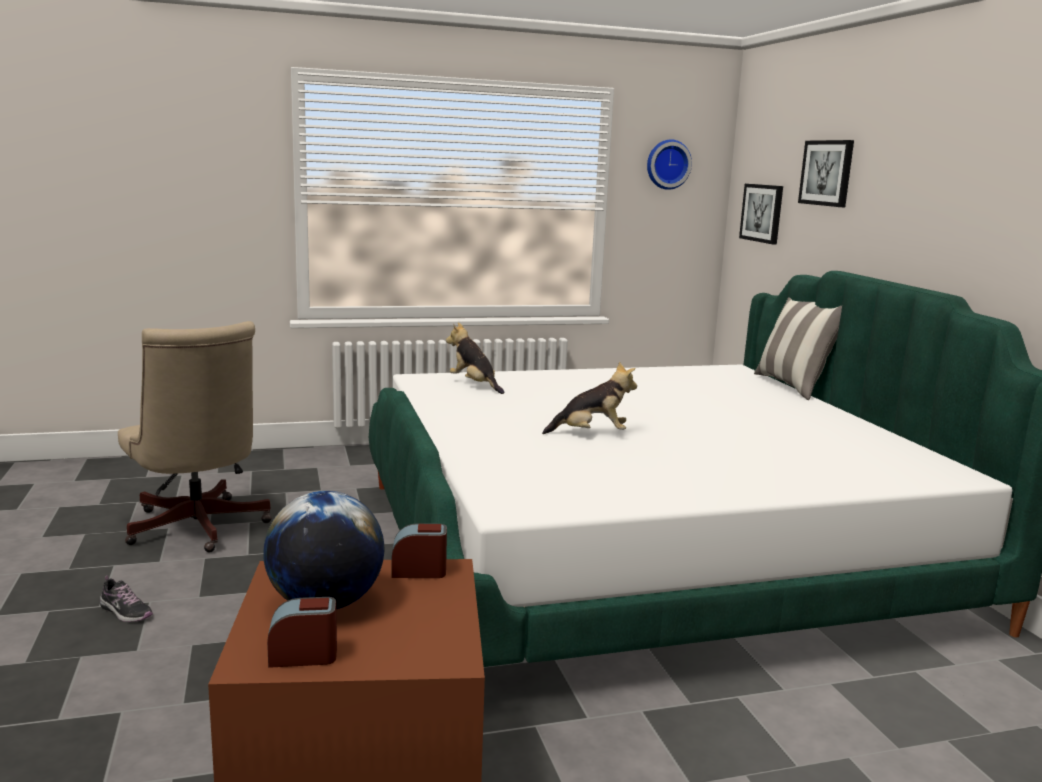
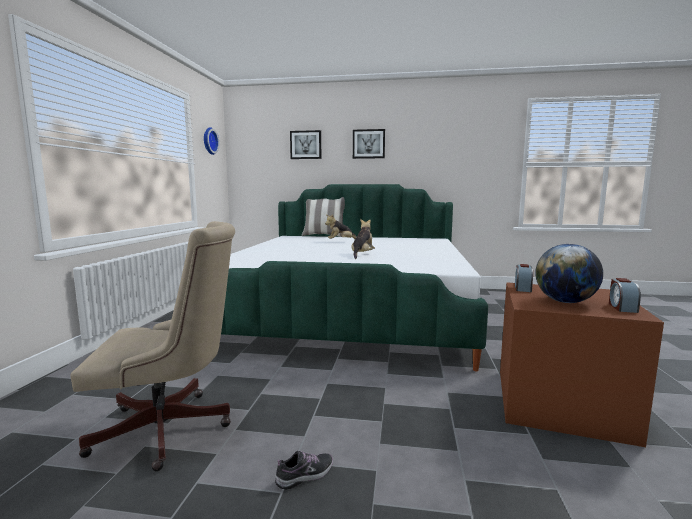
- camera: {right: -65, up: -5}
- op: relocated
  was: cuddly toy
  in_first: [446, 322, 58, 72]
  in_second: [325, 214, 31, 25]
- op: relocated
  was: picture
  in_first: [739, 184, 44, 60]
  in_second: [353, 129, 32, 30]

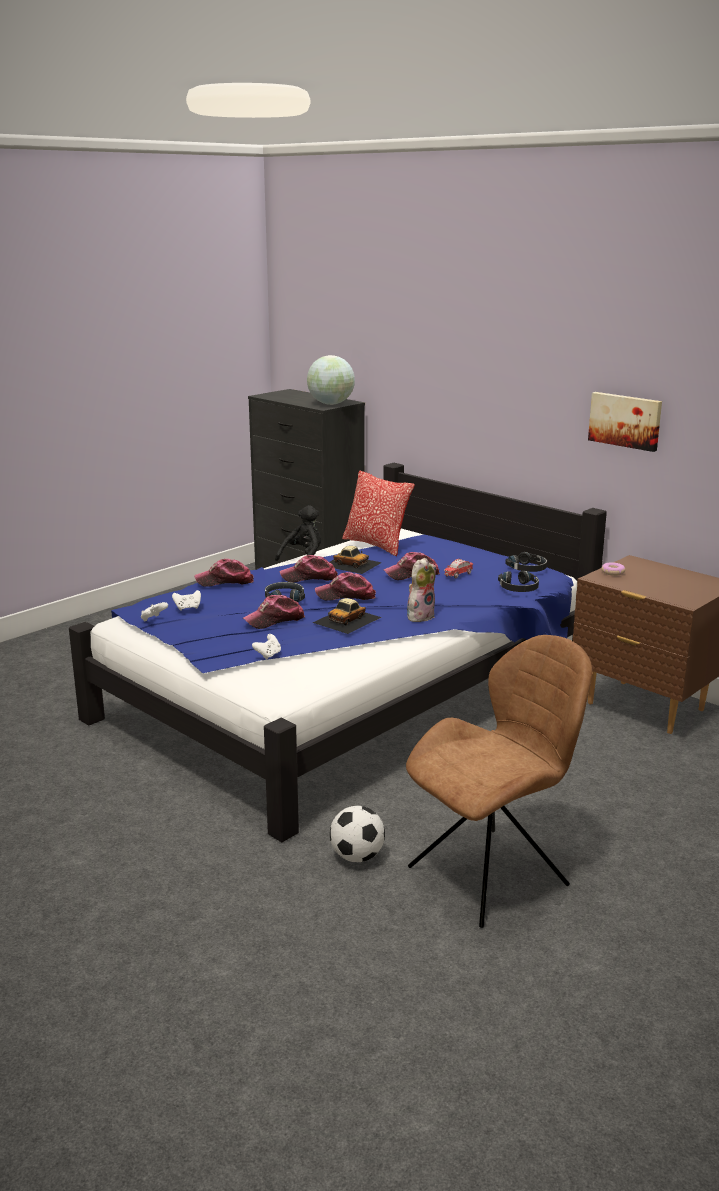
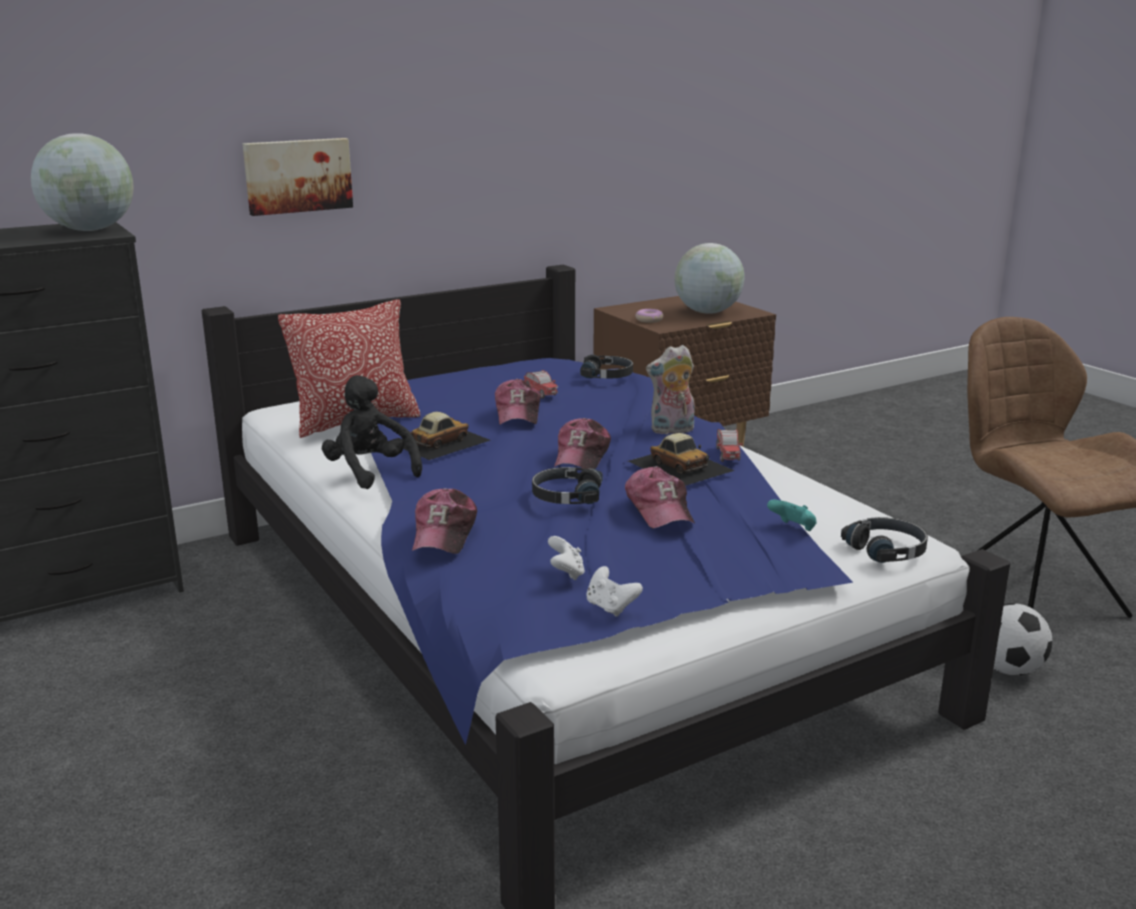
- camera: {right: -75, up: 0}
- op: relocated
  was: picture
  in_first: [588, 392, 74, 60]
  in_second: [243, 138, 110, 78]
- op: spun
  was: cuddly toy
  in_first: [407, 558, 29, 64]
  in_second: [646, 345, 49, 90]
  clockwise: -75
- op: appeared
  now: world globe
  in_second: [674, 243, 71, 71]
- op: appeared
  now: miniature car
  in_second: [716, 429, 27, 33]
- op: colour
  was: white game controller
  now: turquoise game controller
  in_first: [252, 634, 29, 26]
  in_second: [767, 500, 50, 31]
- op: relocated
  was: black headset
  in_first: [505, 552, 42, 20]
  in_second: [841, 517, 87, 46]
- op: missing
  was: baseball cap
  in_first: [280, 555, 58, 27]

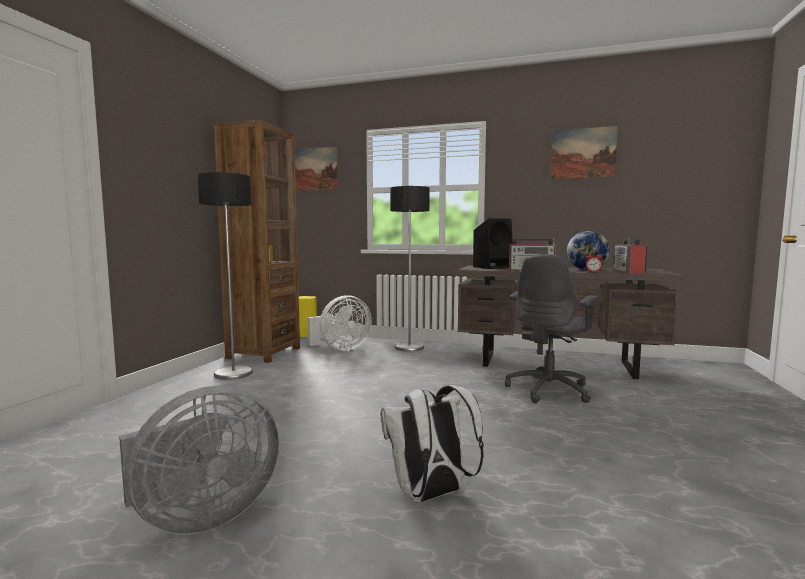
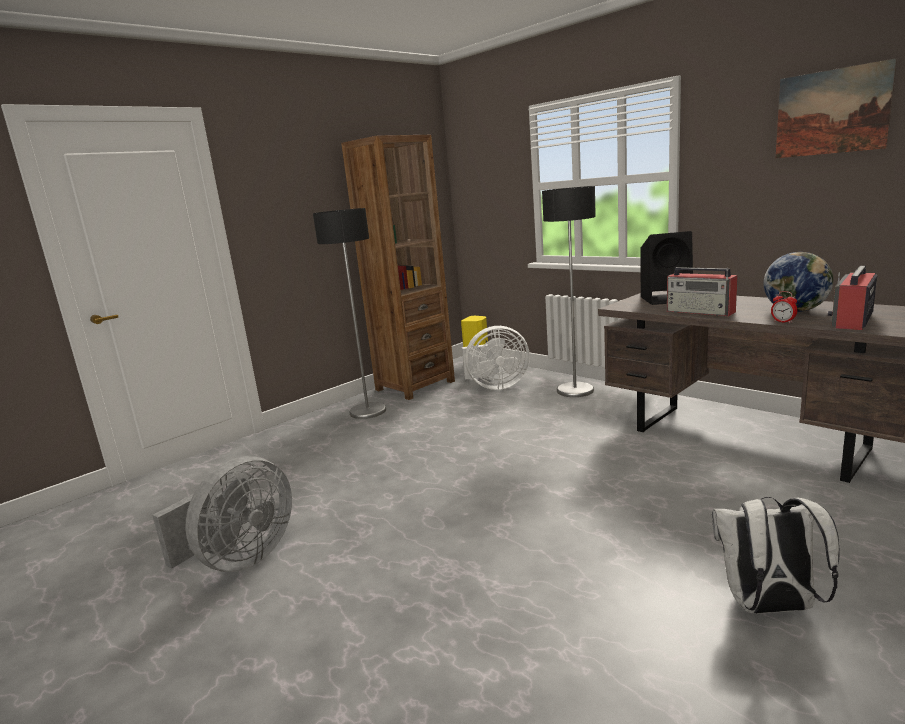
- camera: {right: 30, up: 10}
- op: spun
  was: greyish fan
  in_first: [119, 386, 161, 149]
  in_second: [152, 456, 140, 116]
  clockwise: -45
- op: relocated
  was: white rucksack
  in_first: [381, 385, 103, 118]
  in_second: [712, 497, 127, 117]
- op: missing
  was: picture
  in_first: [295, 147, 43, 43]
- op: missing
  was: greyish computer chair
  in_first: [505, 254, 95, 149]

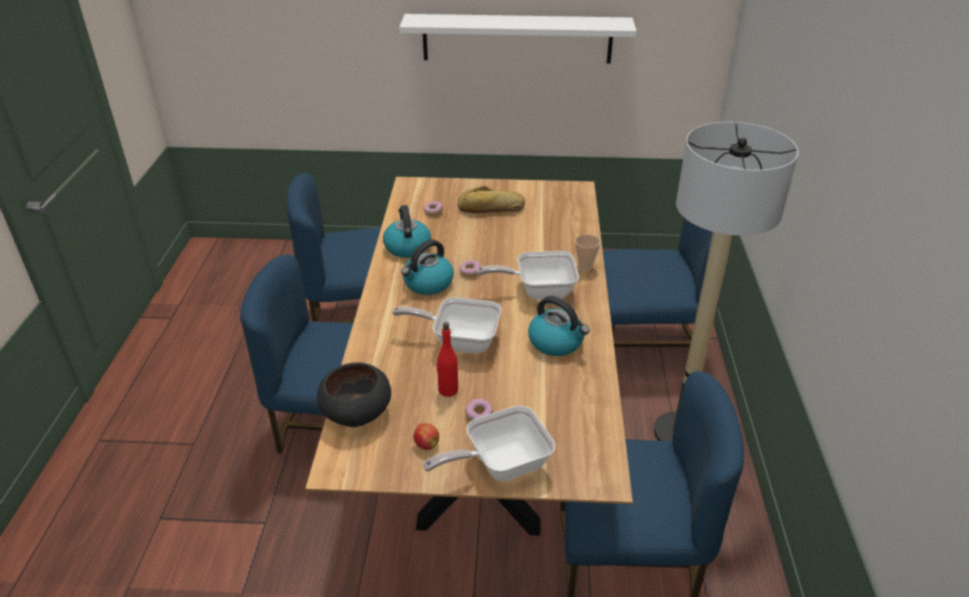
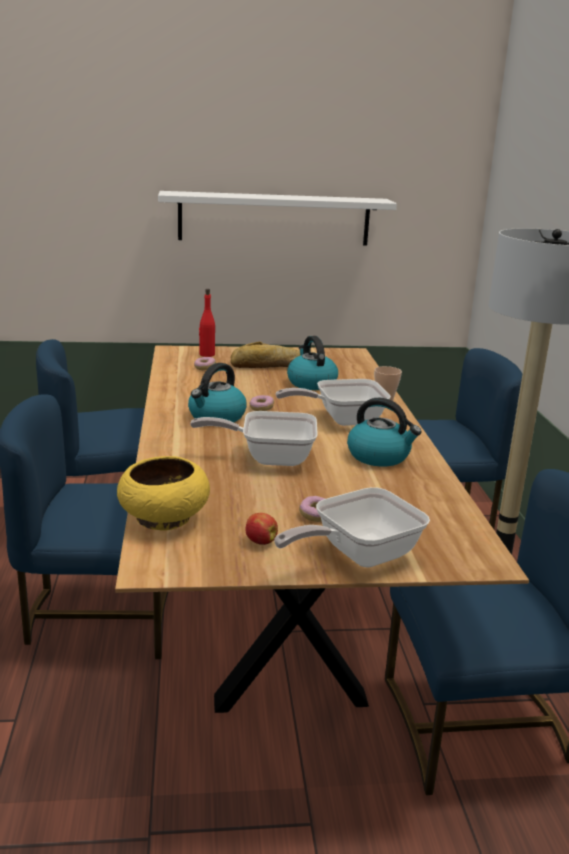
- camera: {right: -10, up: -15}
- op: colour
  was: black bowl
  now: yellow bowl
  in_first: [317, 362, 74, 65]
  in_second: [117, 456, 93, 75]
- op: relocated
  was: red beverage bottle
  in_first: [437, 322, 21, 75]
  in_second: [199, 289, 16, 68]
- op: relocated
  was: tea kettle
  in_first: [383, 205, 48, 53]
  in_second: [287, 336, 51, 54]

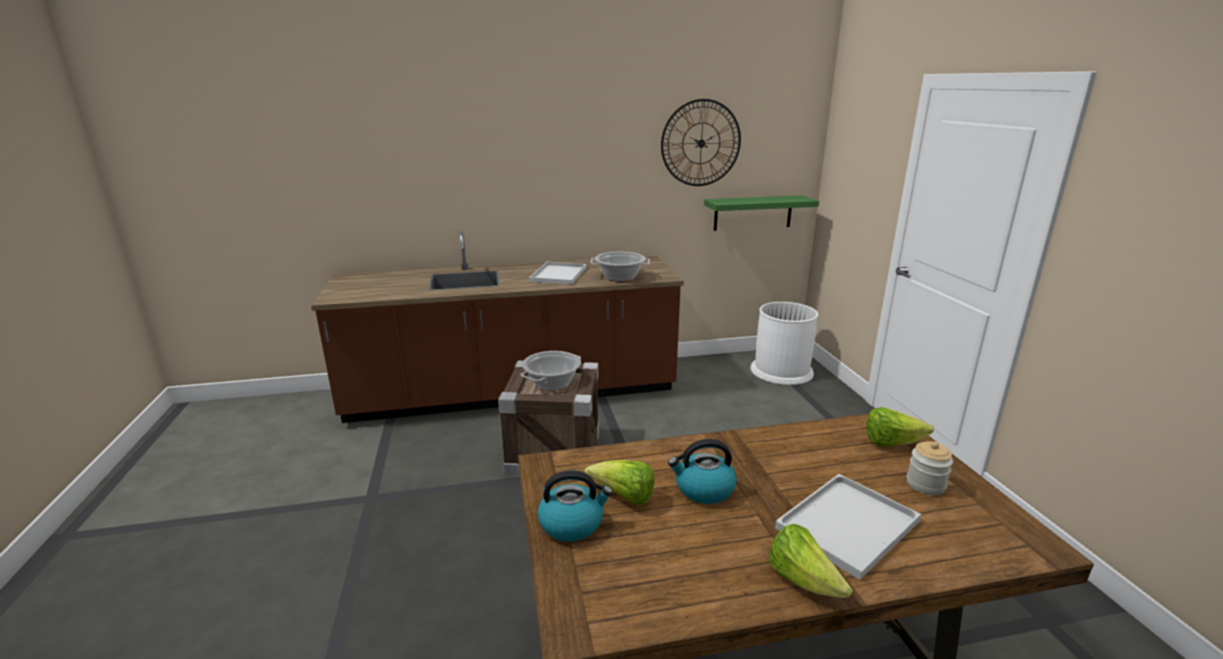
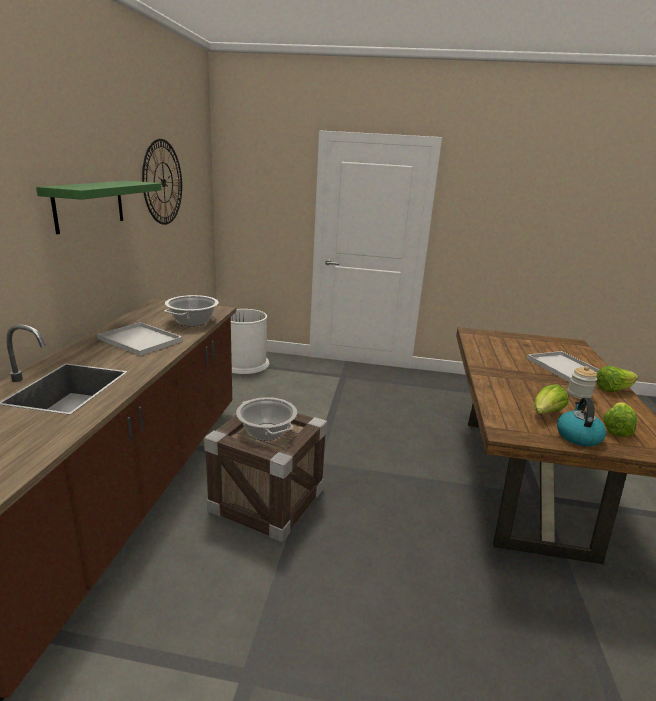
- camera: {right: -70, up: 0}
- op: relocated
  was: green wall shelf
  in_first: [704, 195, 115, 36]
  in_second: [36, 181, 126, 53]
- op: relocated
  was: jar
  in_first: [907, 441, 46, 54]
  in_second: [567, 366, 30, 33]
- op: relocated
  was: lettuce
  in_first: [867, 407, 67, 40]
  in_second: [603, 402, 34, 35]
- op: missing
  was: tea kettle
  in_first: [668, 439, 69, 65]

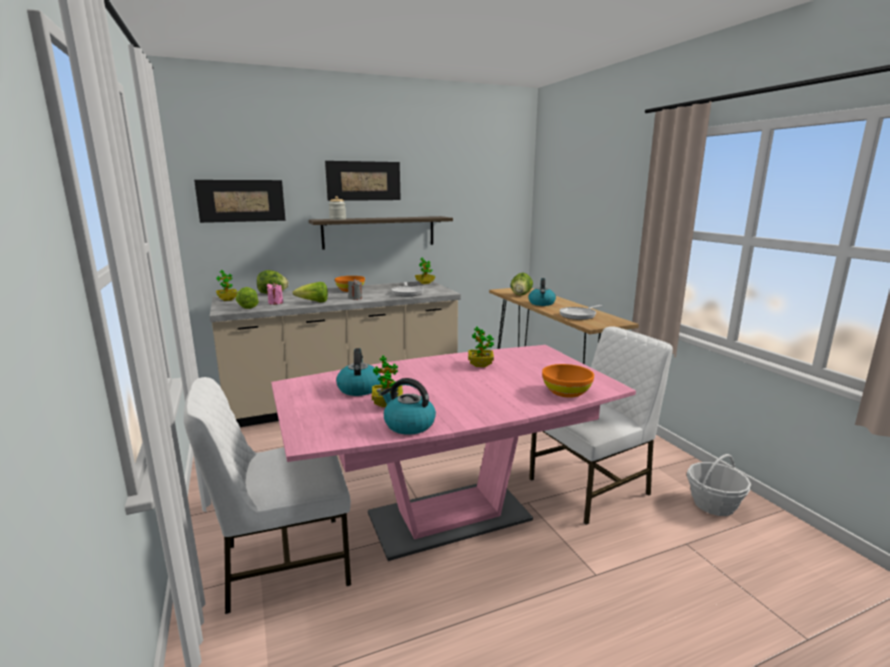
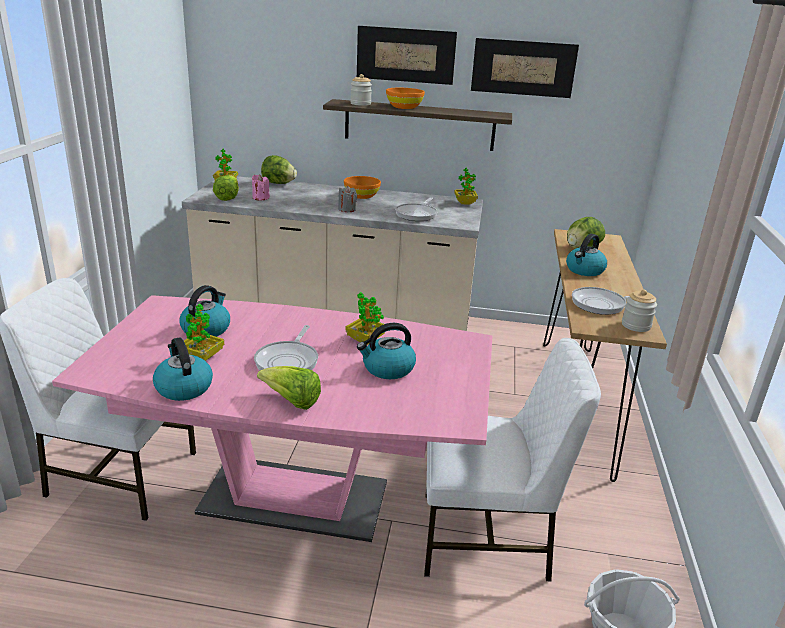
- camera: {right: 30, up: 10}
- op: appeared
  now: frying pan
  in_second: [254, 325, 64, 46]
- op: relocated
  was: lettuce
  in_first: [293, 282, 35, 20]
  in_second: [257, 366, 64, 44]
- op: appeared
  now: tea kettle
  in_second: [357, 323, 59, 56]
- op: relocated
  was: orangey bowl
  in_first: [542, 364, 52, 34]
  in_second: [386, 88, 39, 21]
- op: relocated
  was: picture
  in_first: [194, 180, 92, 43]
  in_second: [471, 38, 108, 60]
- op: appeared
  now: jar
  in_second: [622, 290, 35, 42]

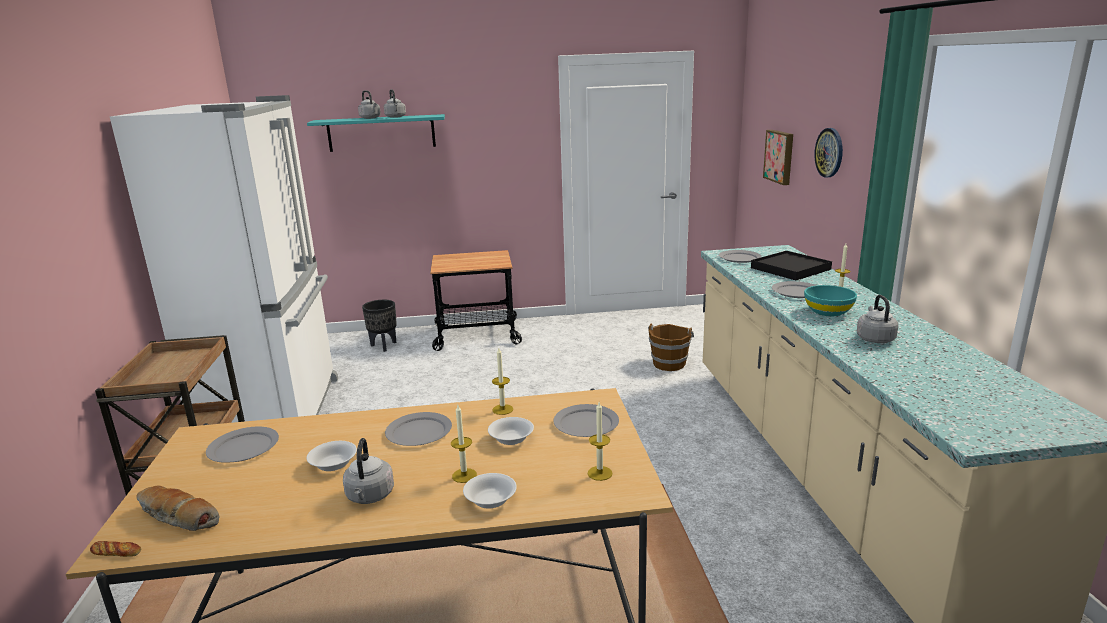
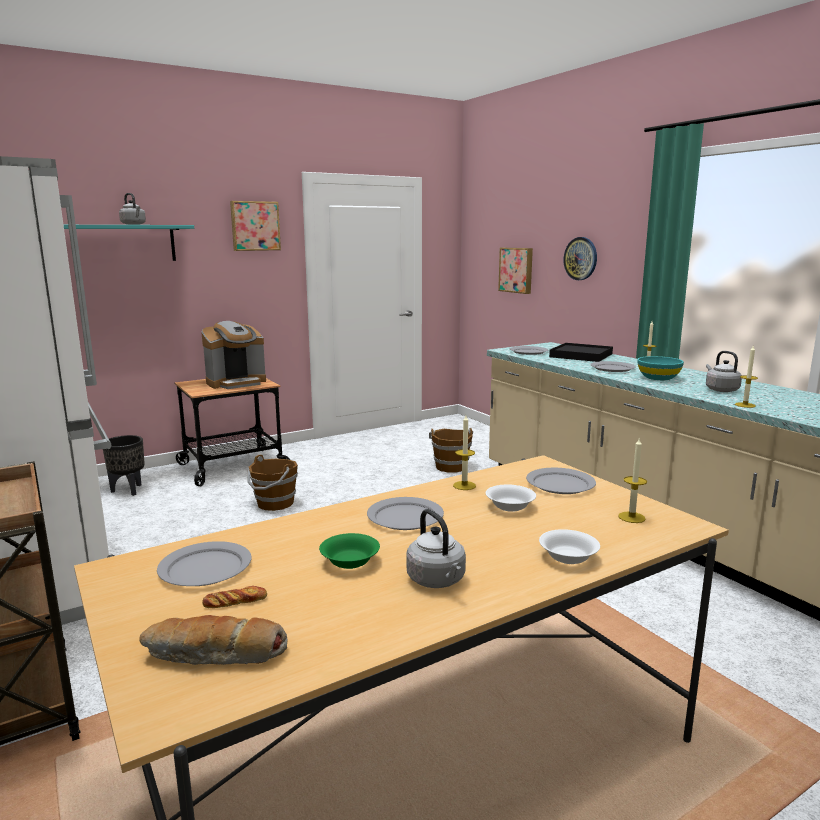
- camera: {right: -25, up: -5}
- op: appeared
  now: coffee machine
  in_second: [201, 321, 65, 68]
- op: relocated
  was: bread
  in_first: [90, 541, 51, 16]
  in_second: [202, 586, 65, 22]
- op: appeared
  now: picture
  in_second: [230, 201, 51, 50]
- op: appeared
  now: brown-coloured bucket
  in_second: [248, 454, 50, 57]
- op: colour
  was: white bowl
  now: green bowl
  in_first: [307, 441, 50, 30]
  in_second: [319, 533, 61, 36]
- op: relocated
  was: candle
  in_first: [451, 405, 26, 78]
  in_second: [735, 346, 23, 62]
- op: missing
  was: greyish tea kettle
  in_first: [358, 90, 23, 29]

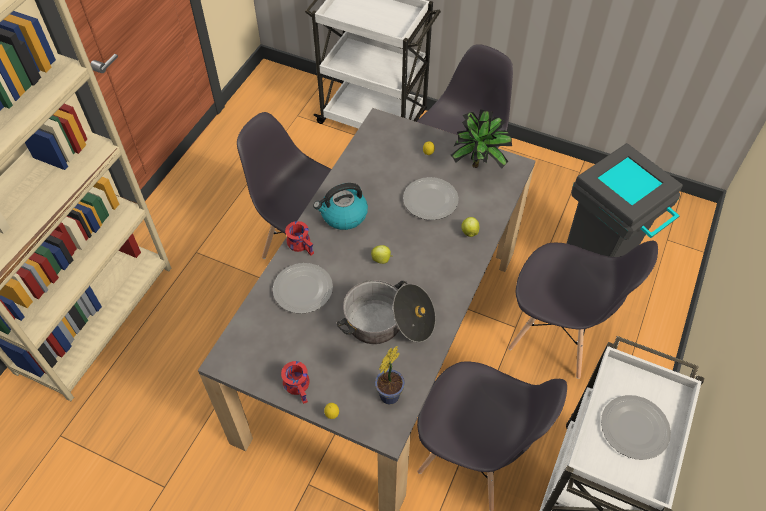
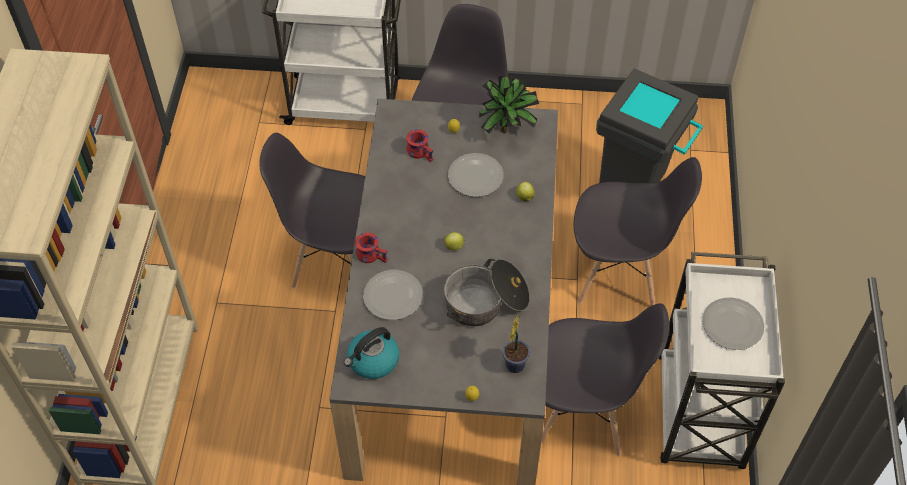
- camera: {right: -20, up: 0}
- op: relocated
  was: tea kettle
  in_first: [313, 183, 55, 47]
  in_second: [344, 327, 55, 52]
- op: relocated
  was: red coffee mug
  in_first: [281, 361, 29, 43]
  in_second: [406, 129, 27, 33]

